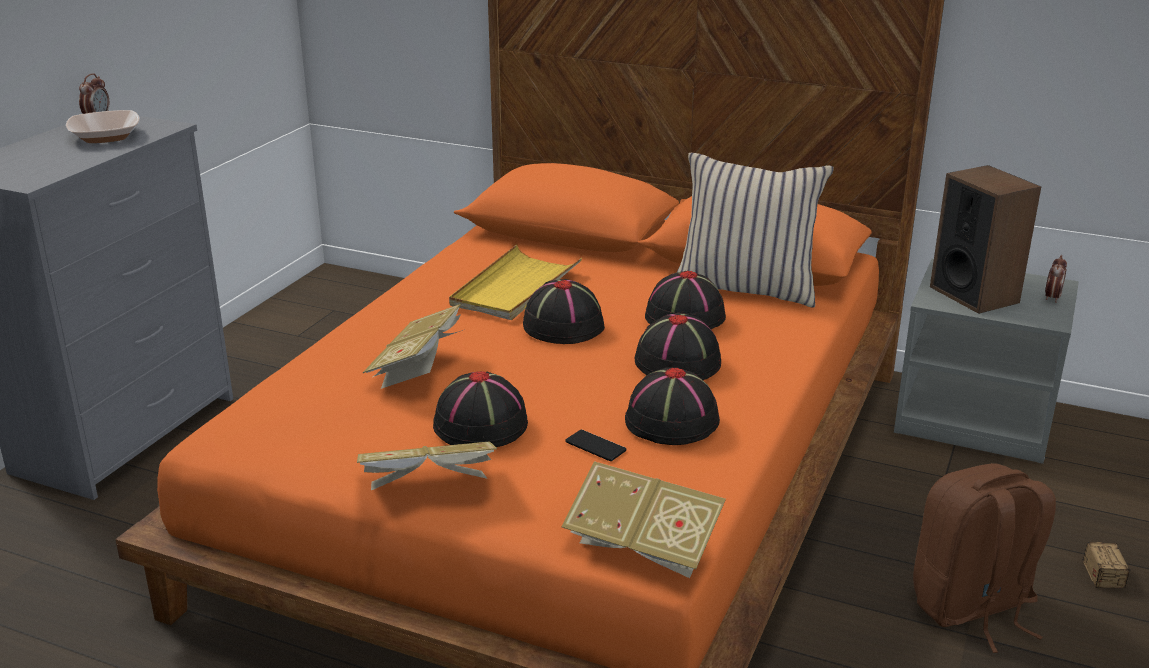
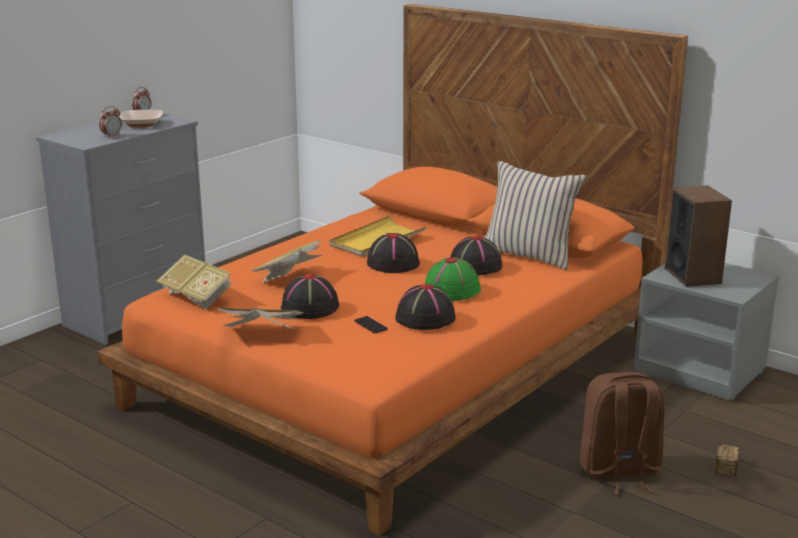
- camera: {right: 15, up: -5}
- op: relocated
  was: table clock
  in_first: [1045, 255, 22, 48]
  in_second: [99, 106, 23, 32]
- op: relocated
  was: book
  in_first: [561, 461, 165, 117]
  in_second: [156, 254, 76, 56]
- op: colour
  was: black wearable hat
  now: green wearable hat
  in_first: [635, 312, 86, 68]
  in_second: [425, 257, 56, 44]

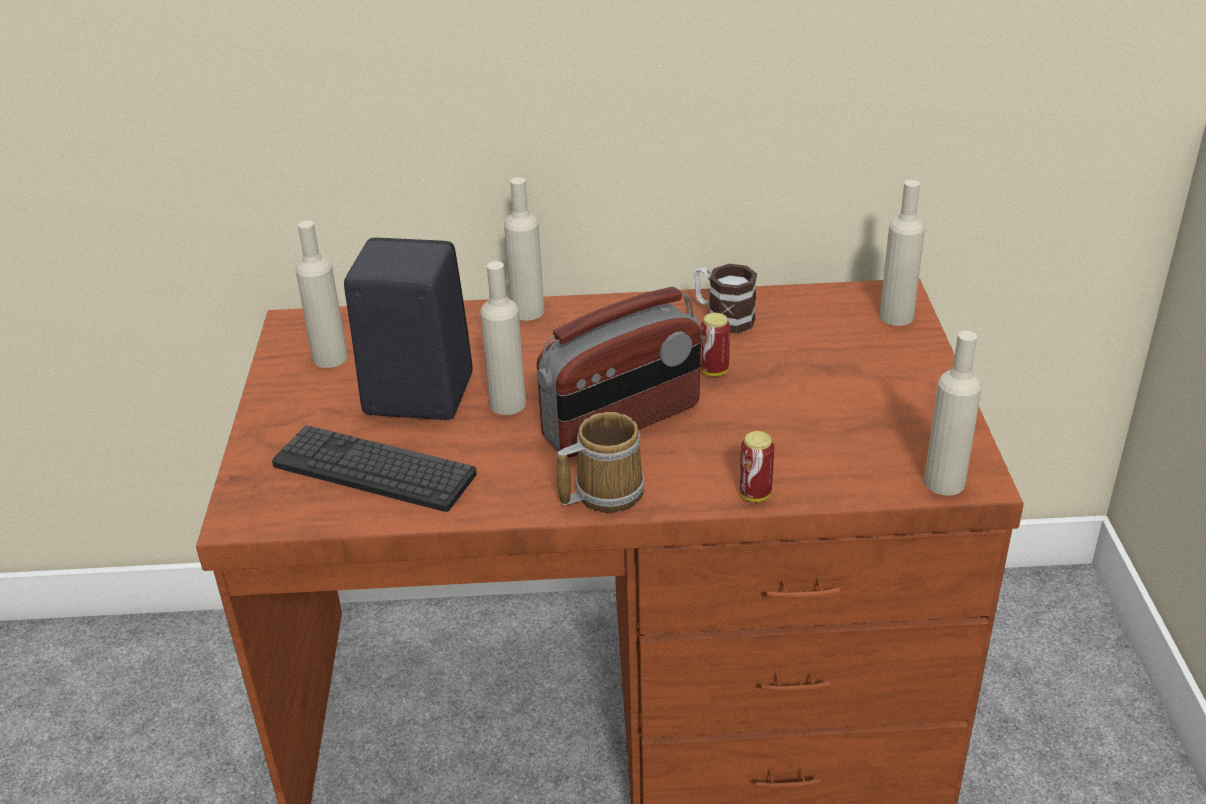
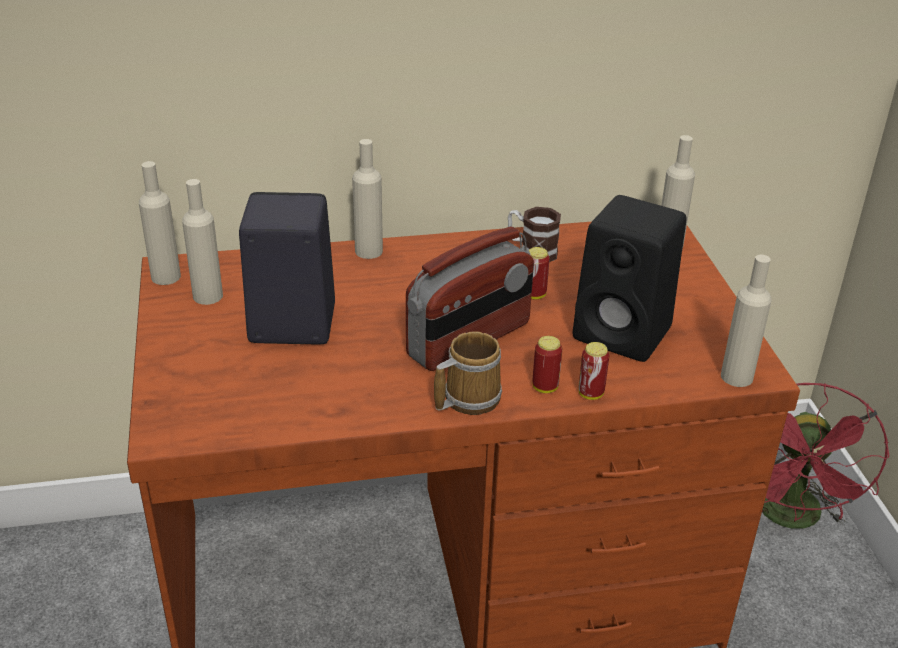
- camera: {right: -10, up: 0}
- op: relocated
  was: beige beverage bottle
  in_first: [480, 261, 46, 154]
  in_second: [139, 161, 42, 124]
- op: appeared
  now: can
  in_second: [532, 336, 30, 57]
- op: appeared
  now: black speaker
  in_second: [573, 195, 113, 167]
- op: appeared
  now: red fan
  in_second: [762, 383, 127, 146]
- op: missing
  was: PC keyboard
  in_first: [272, 425, 205, 87]

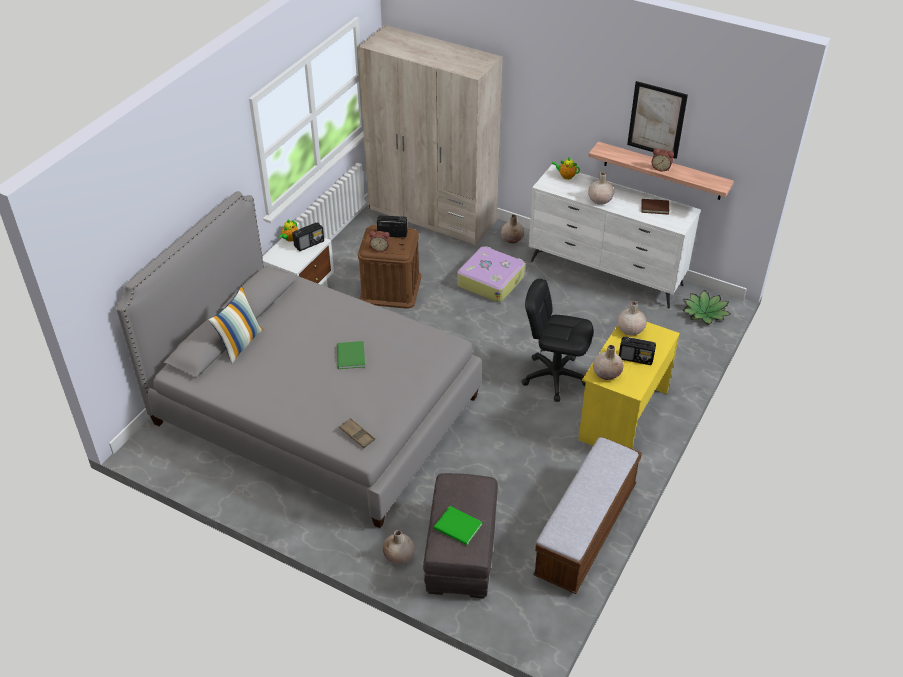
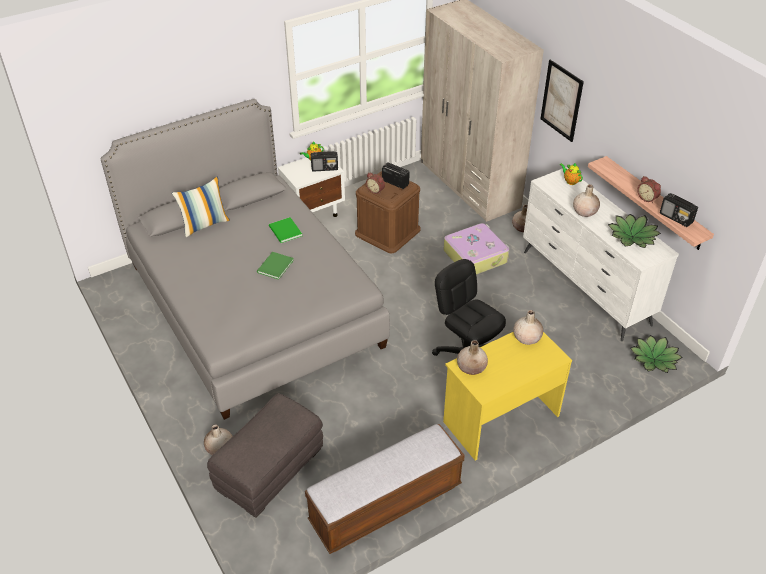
- camera: {right: 30, up: 0}
- op: relocated
  was: green book
  in_first: [434, 506, 48, 39]
  in_second: [269, 217, 33, 26]
- op: relocated
  was: picture
  in_first: [627, 81, 61, 78]
  in_second: [541, 60, 43, 82]
- op: exchanged
  was: brown-coloured book
  now: houseplant
  in_first: [641, 199, 28, 16]
  in_second: [608, 214, 53, 34]
- op: relocated
  was: radio set
  in_first: [619, 336, 37, 29]
  in_second: [660, 193, 38, 34]
- op: missing
  was: brown-coloured carrying tray
  in_first: [339, 418, 36, 30]

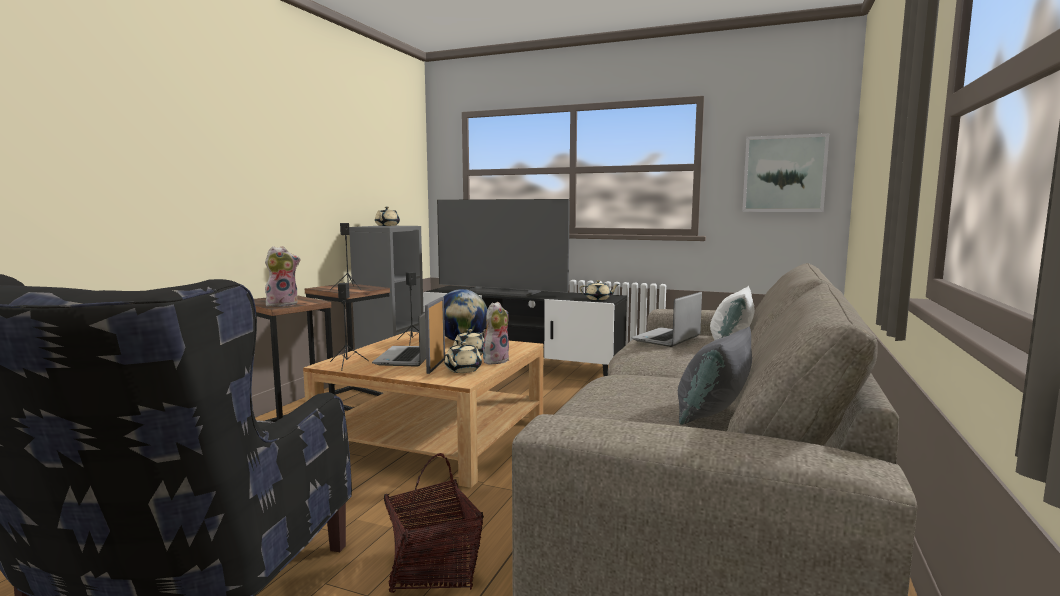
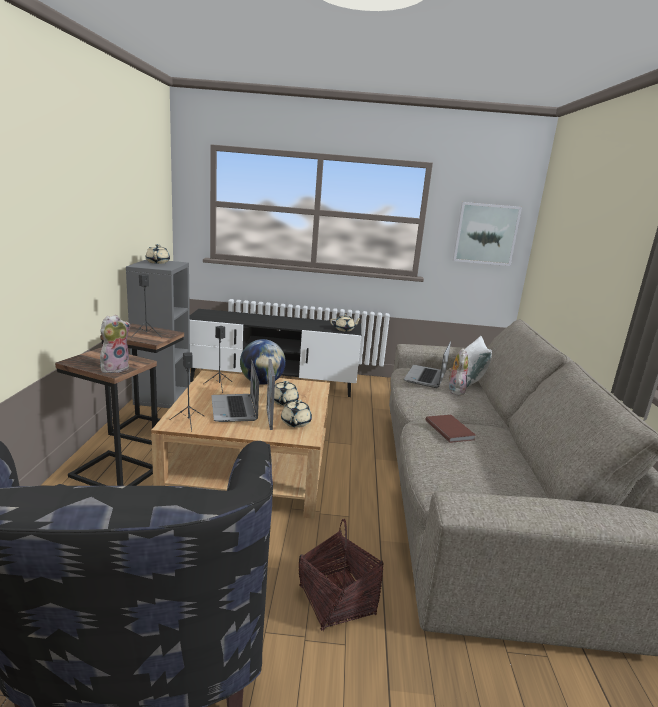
- camera: {right: -20, up: 10}
- op: appeared
  now: brown-coloured book
  in_second: [425, 415, 50, 28]
- op: relocated
  was: cuddly toy
  in_first: [483, 302, 26, 62]
  in_second: [448, 348, 20, 48]
- op: missing
  was: TV set
  in_first: [437, 199, 133, 98]
- op: missing
  was: greyish cushion
  in_first: [678, 326, 74, 99]

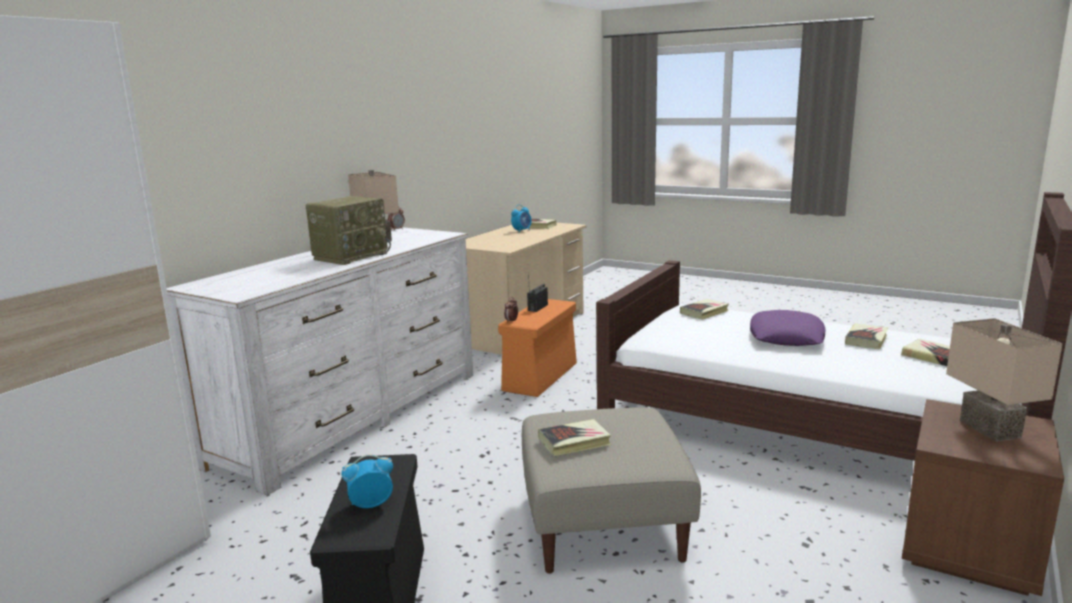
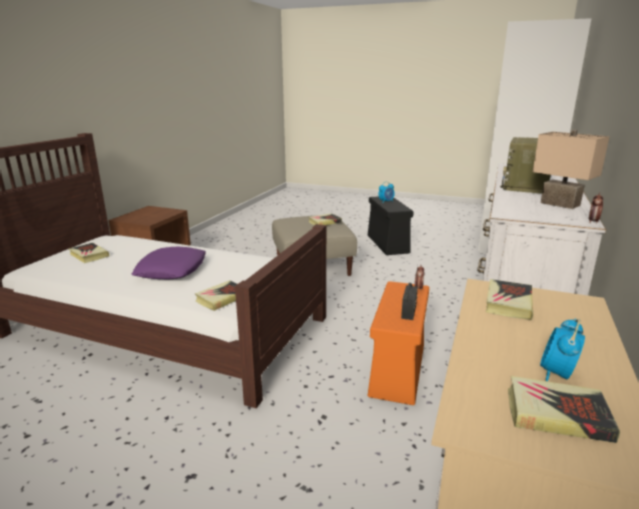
- camera: {right: 170, up: 5}
- op: relocated
  was: book
  in_first: [845, 324, 43, 25]
  in_second: [486, 279, 47, 41]
- op: missing
  was: beige lamp for a table
  in_first: [946, 318, 117, 124]

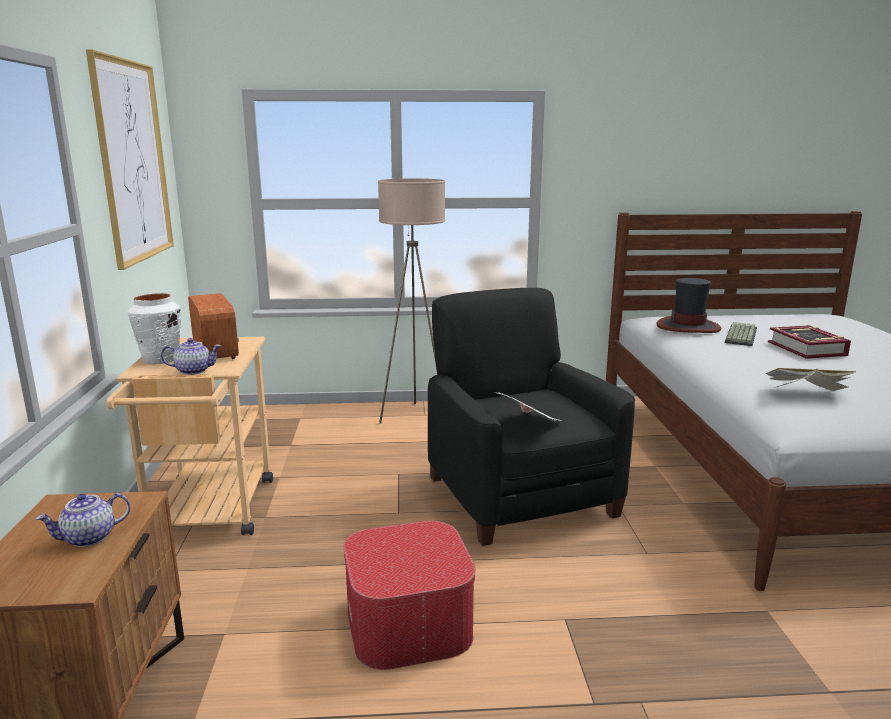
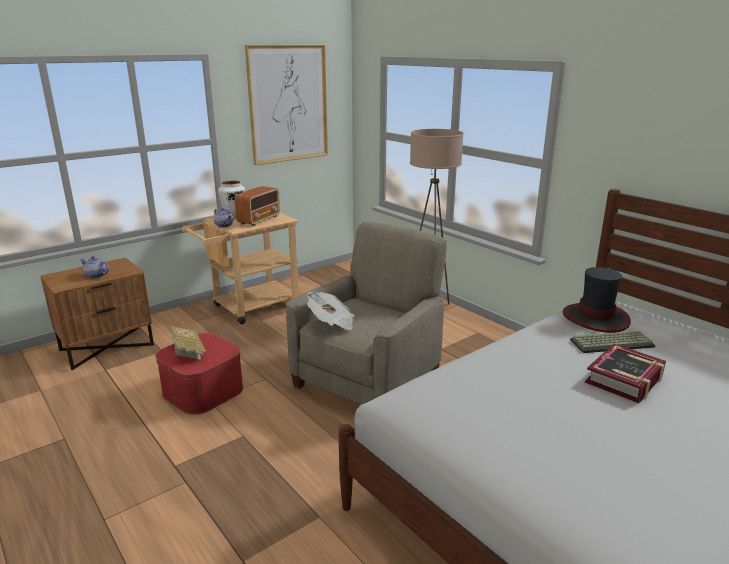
- camera: {right: 55, up: 5}
- op: relocated
  was: book
  in_first: [765, 368, 91, 23]
  in_second: [170, 326, 36, 34]
- op: colour
  was: black lounge chair
  now: beige lounge chair
  in_first: [428, 288, 207, 258]
  in_second: [286, 222, 161, 182]

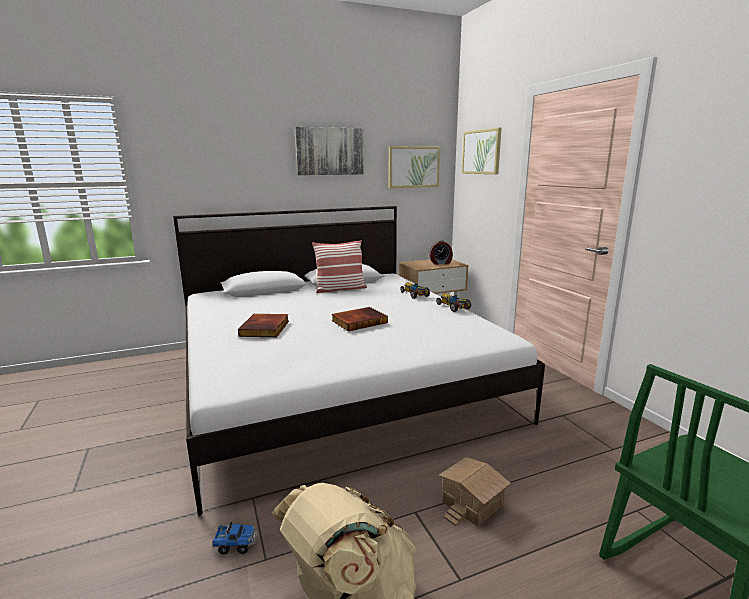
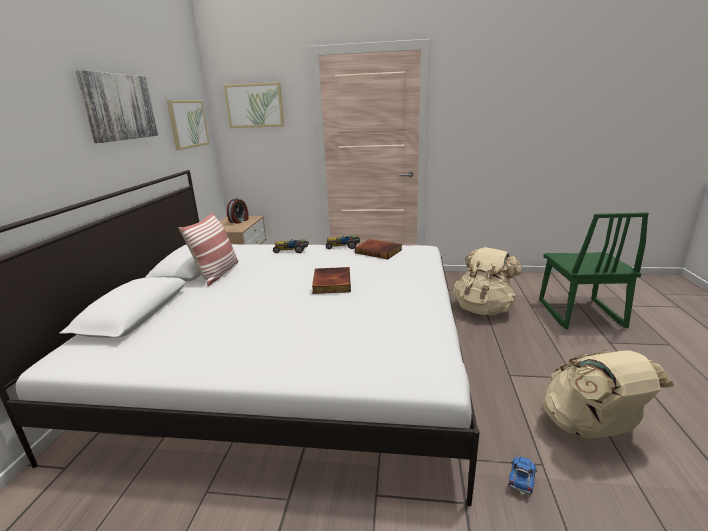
- camera: {right: -60, up: 5}
- op: relocated
  was: book
  in_first: [238, 314, 51, 23]
  in_second: [355, 239, 47, 20]
- op: appeared
  now: beige rucksack
  in_second: [453, 247, 69, 68]
- op: missing
  was: toy house
  in_first: [439, 457, 72, 70]

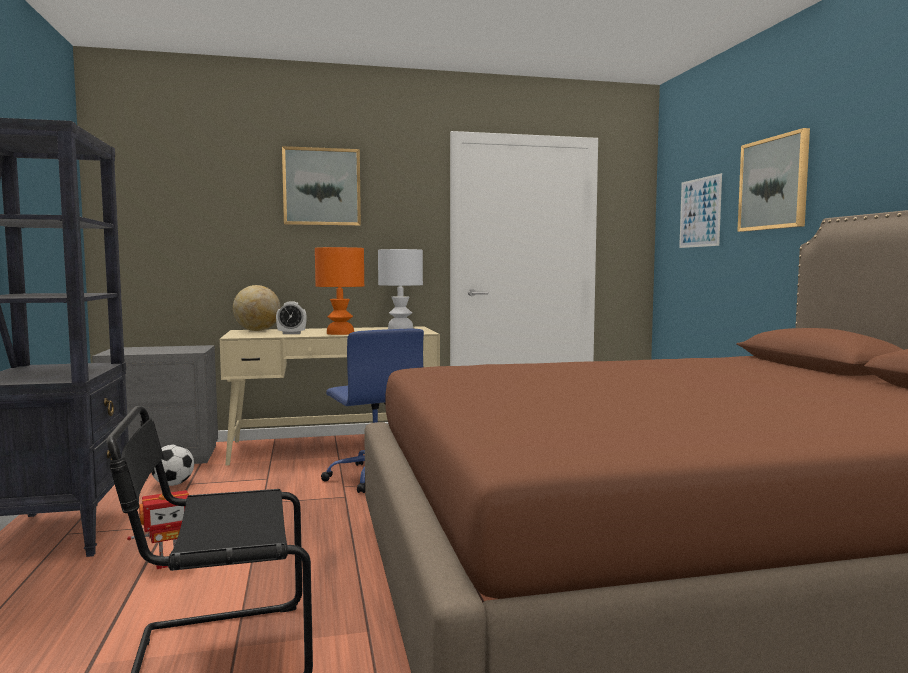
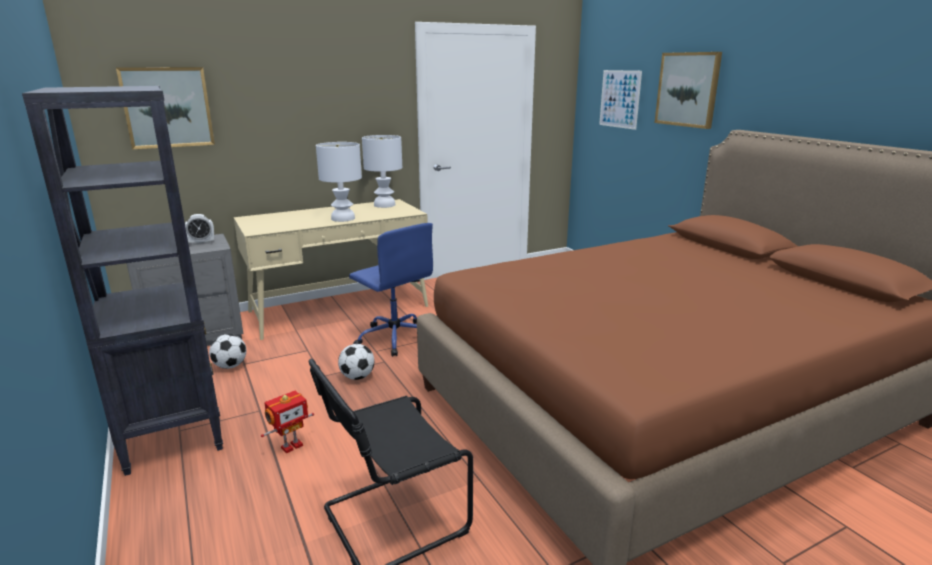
- camera: {right: -15, up: 15}
- op: relocated
  was: picture
  in_first: [282, 146, 79, 80]
  in_second: [116, 67, 99, 82]
- op: relocated
  was: table clock
  in_first: [276, 301, 31, 33]
  in_second: [185, 214, 29, 31]
- op: colour
  was: orangey lamp for a table
  now: white lamp for a table
  in_first: [315, 247, 49, 88]
  in_second: [316, 142, 46, 80]
- op: appeared
  now: football ball
  in_second: [338, 344, 37, 36]
- op: missing
  was: world globe
  in_first: [233, 285, 48, 46]

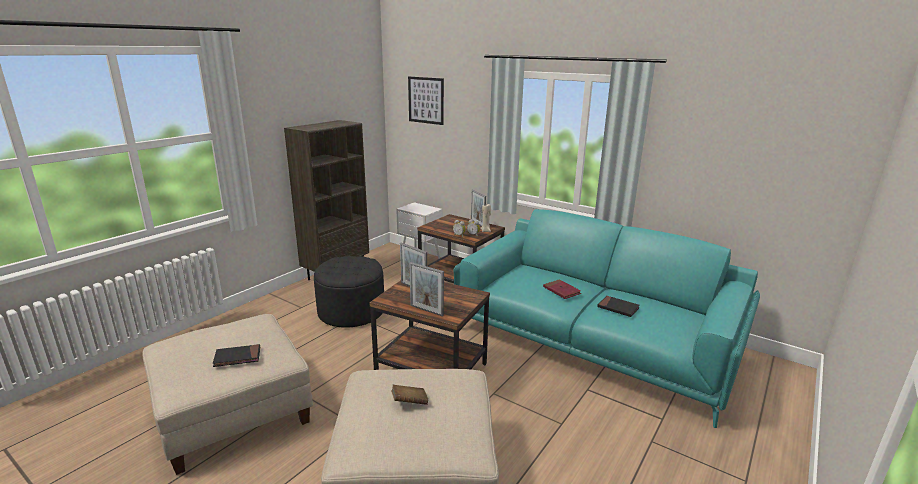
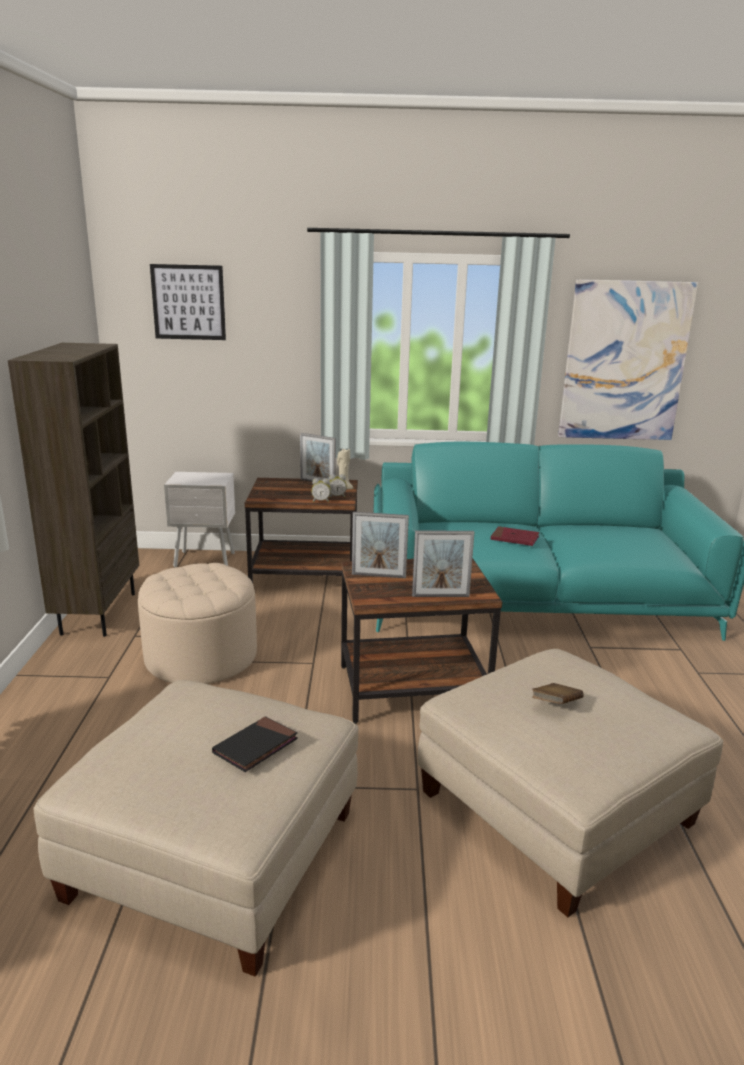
- camera: {right: -35, up: 0}
- op: colour
  was: black pouffe
  now: beige pouffe
  in_first: [314, 256, 70, 72]
  in_second: [138, 563, 119, 121]
- op: appeared
  now: picture
  in_second: [558, 279, 140, 161]
- op: missing
  was: black book
  in_first: [597, 296, 43, 21]

